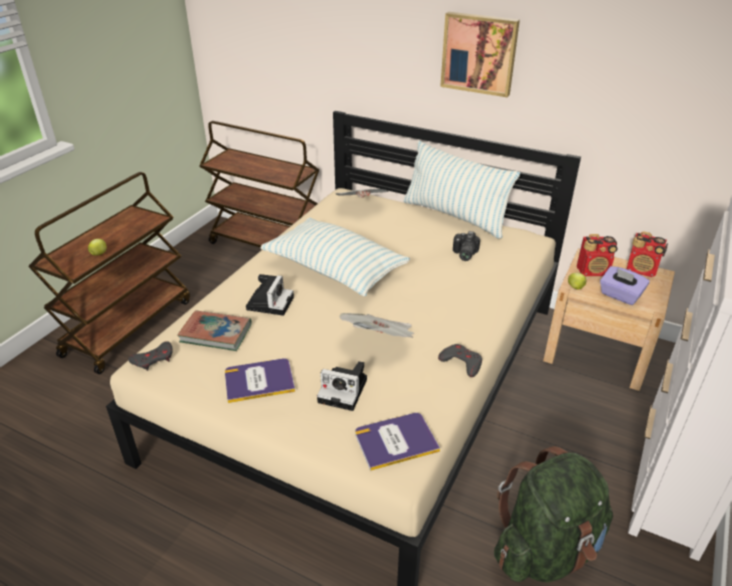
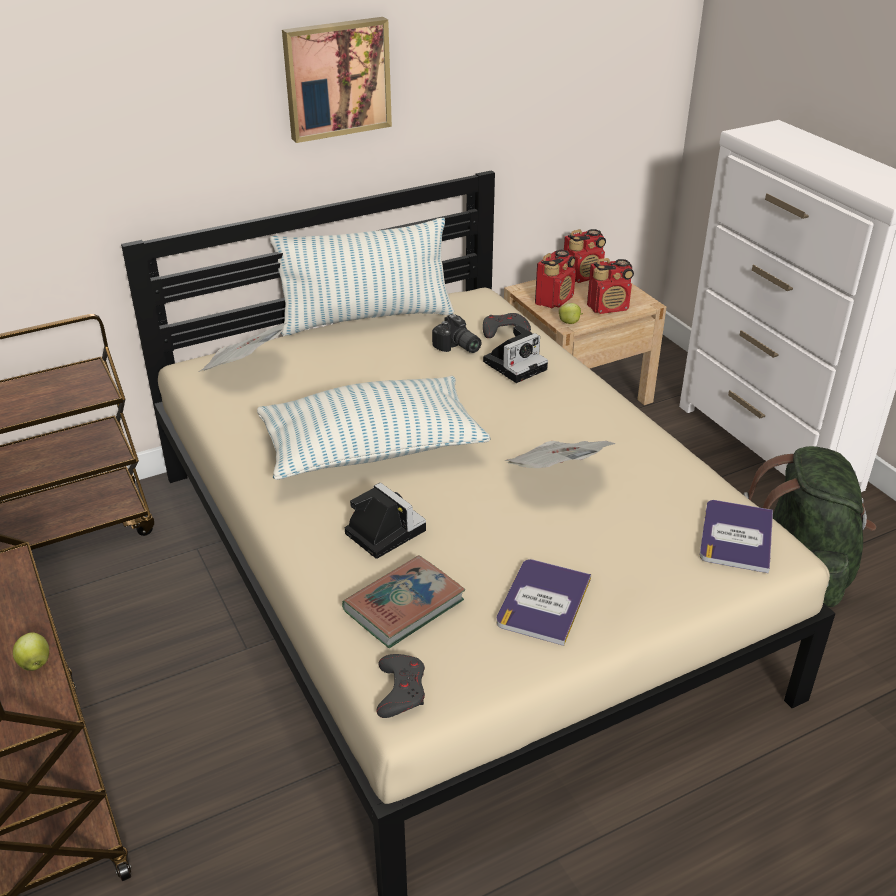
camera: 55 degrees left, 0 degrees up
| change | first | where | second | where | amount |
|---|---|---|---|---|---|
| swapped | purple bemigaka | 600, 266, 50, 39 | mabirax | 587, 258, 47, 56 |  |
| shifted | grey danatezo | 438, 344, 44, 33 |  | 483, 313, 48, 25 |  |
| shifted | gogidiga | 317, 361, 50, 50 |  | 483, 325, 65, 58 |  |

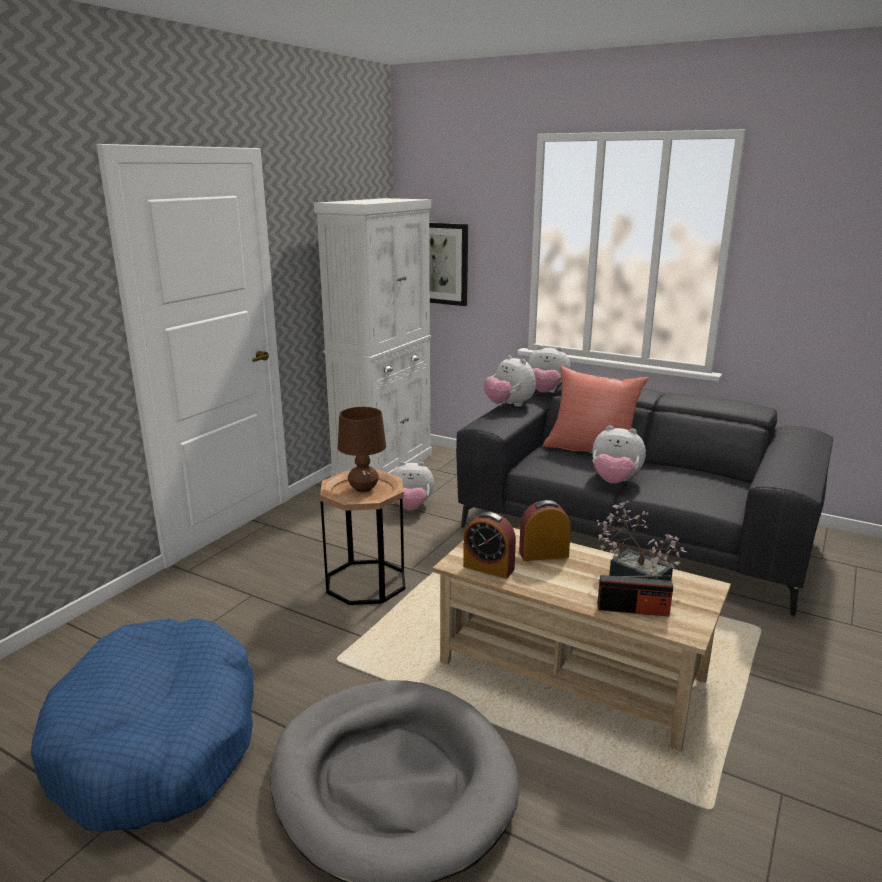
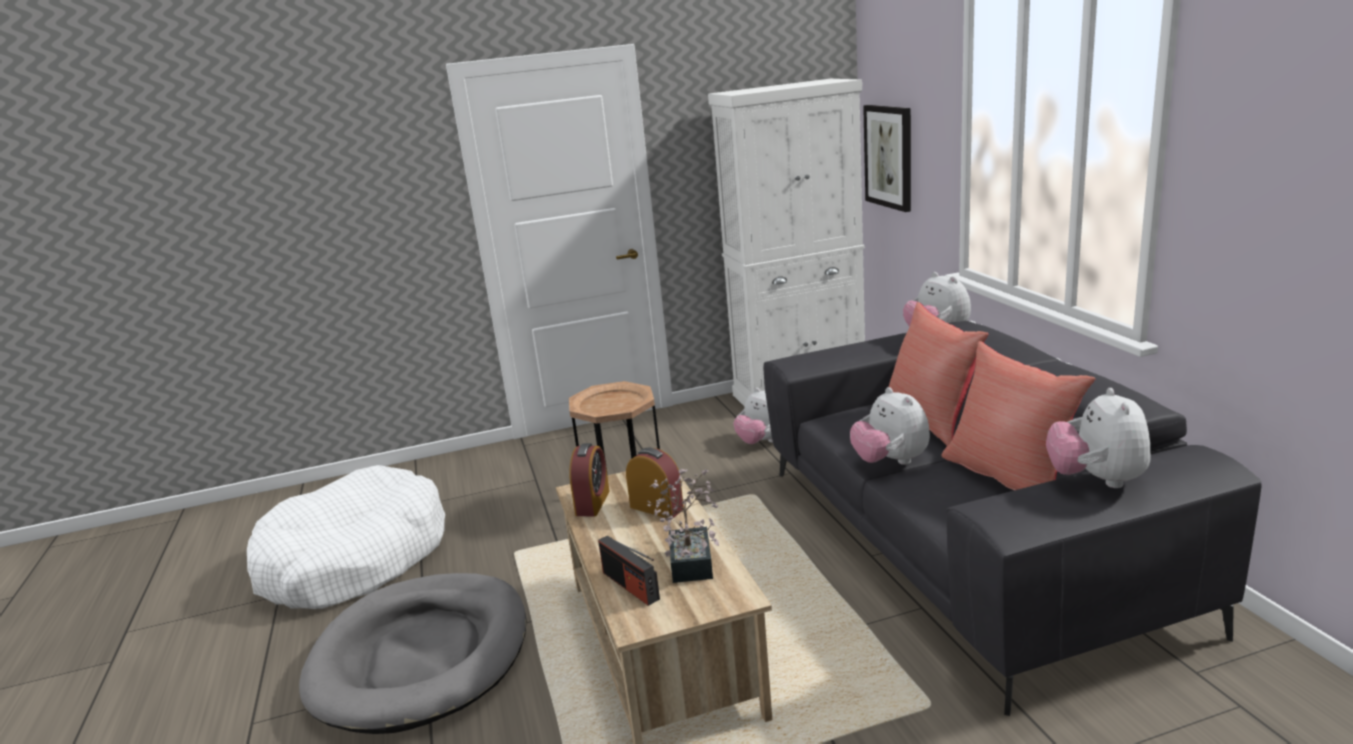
camera: 45 degrees right, 0 degrees up
| change | first | where | second | where | amount |
|---|---|---|---|---|---|
| shifted | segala | 484, 355, 52, 52 |  | 1046, 388, 105, 100 |  |
| gone | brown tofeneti | 338, 407, 48, 85 |  |  |  |
| rotated | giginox | 463, 512, 53, 67 |  | 569, 443, 41, 73 | 150 degrees counterclockwise |
| repainted | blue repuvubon | 31, 618, 223, 214 | white repuvubon | 247, 465, 198, 144 |  |
| new |  |  | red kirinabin | 942, 341, 153, 149 |  |

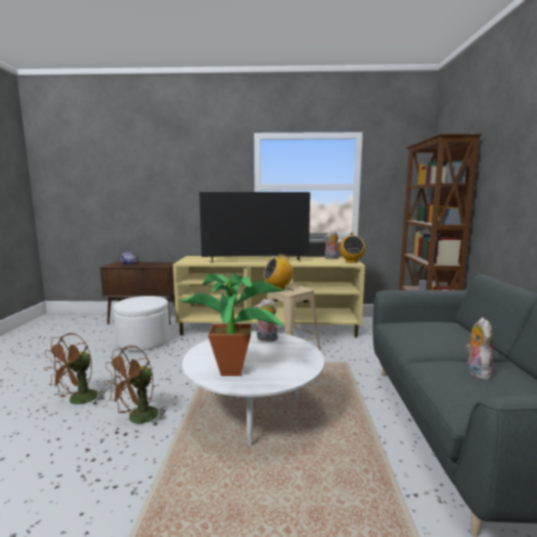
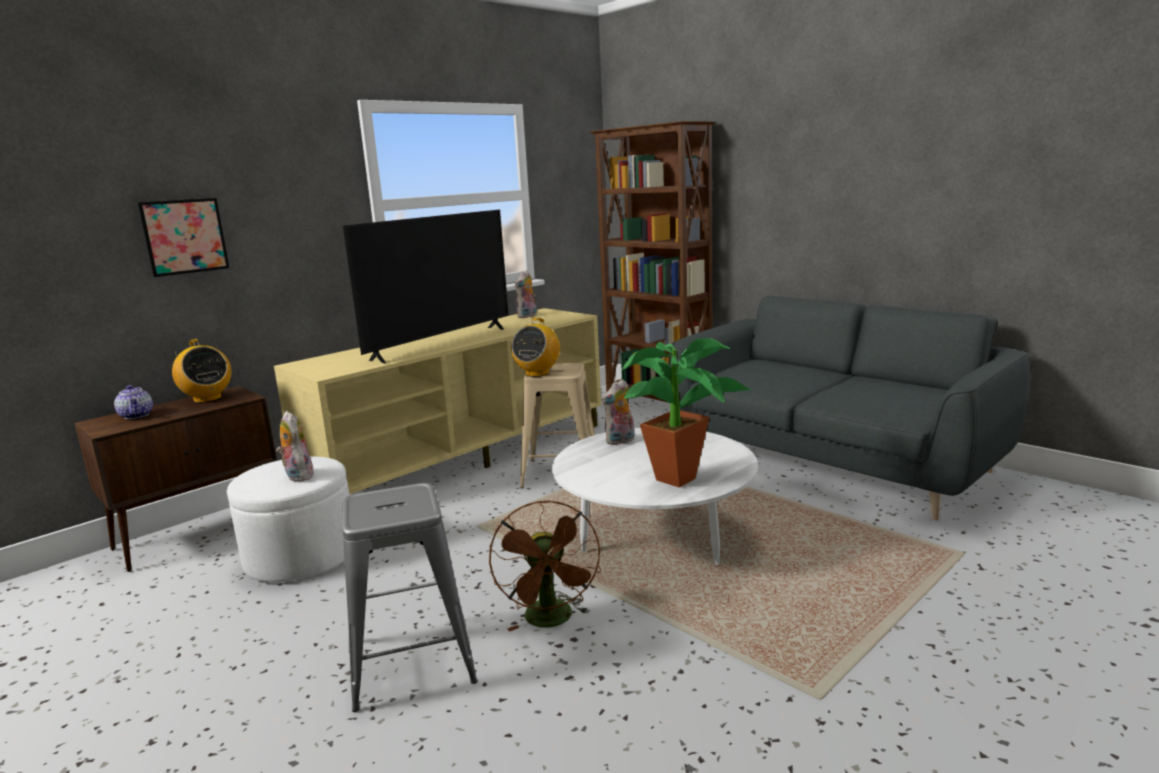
camera: 45 degrees left, 5 degrees up
| change | first | where | second | where | amount |
|---|---|---|---|---|---|
| shifted | mabirax | 339, 232, 26, 31 |  | 172, 339, 59, 64 |  |
| shifted | segala | 466, 317, 27, 63 |  | 276, 411, 38, 71 |  |
| swapped | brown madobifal | 44, 333, 63, 72 | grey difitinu | 342, 483, 135, 229 |  |
| new |  |  | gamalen | 137, 198, 92, 79 |  |

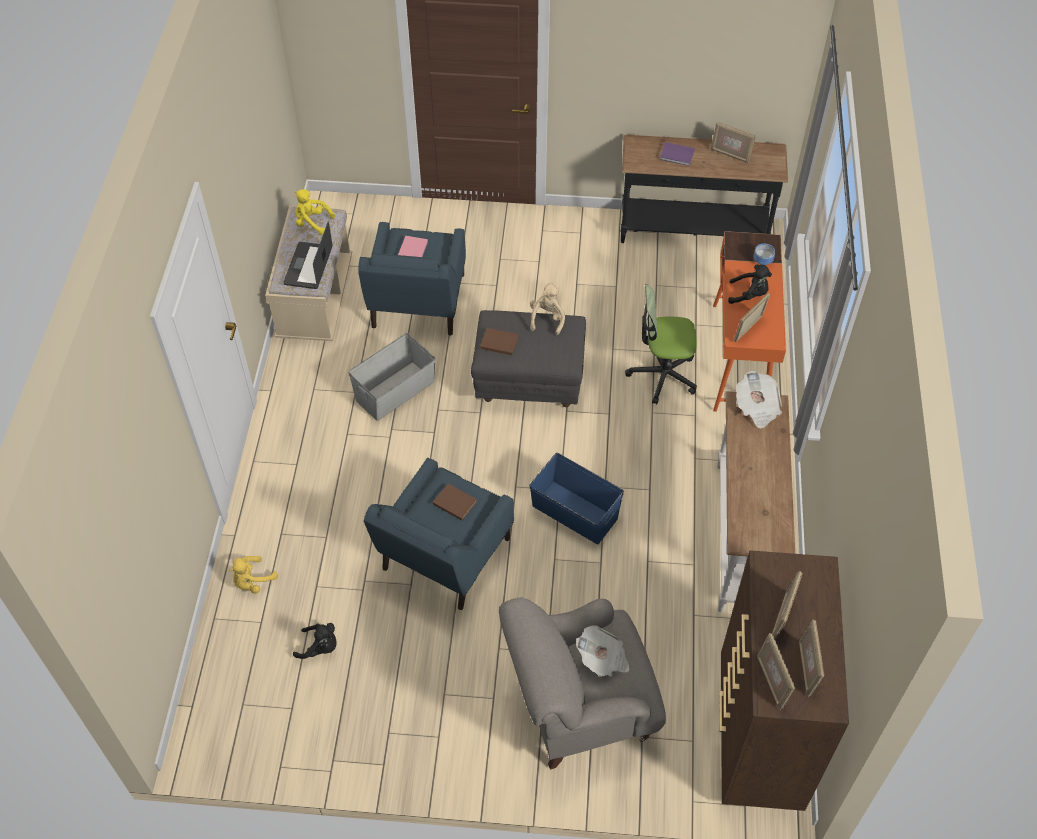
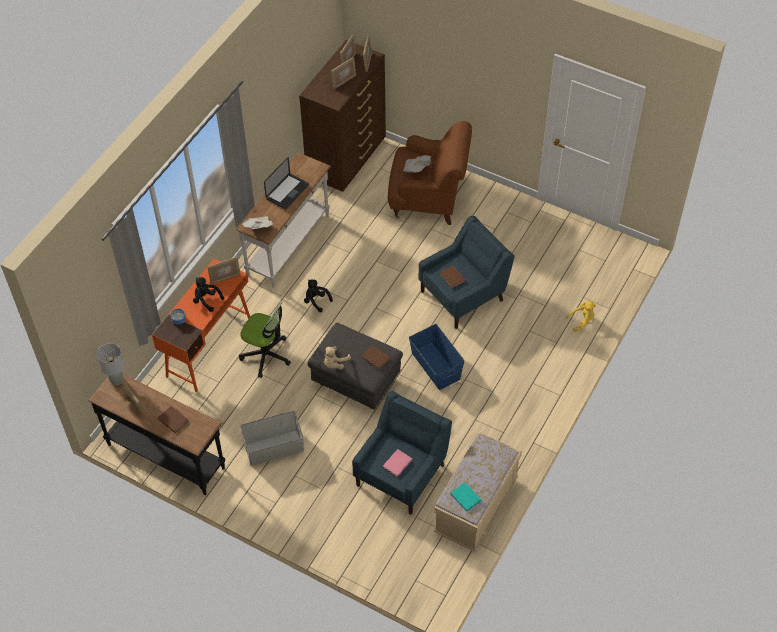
camera: 155 degrees left, 0 degrees up
| change | first | where | second | where | amount |
|---|---|---|---|---|---|
| repainted | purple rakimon | 660, 142, 35, 24 | brown rakimon | 158, 406, 30, 27 |  |
| swapped | yellow segala | 295, 189, 40, 46 | turquoise rakimon | 451, 482, 30, 29 |  |
| shifted | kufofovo | 283, 222, 50, 67 |  | 264, 157, 45, 52 |  |
| shifted | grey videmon | 348, 333, 88, 88 |  | 240, 411, 64, 55 |  |
| shifted | blue videmon | 529, 453, 95, 91 |  | 409, 324, 56, 66 |  |
| repainted | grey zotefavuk | 499, 598, 167, 171 | brown zotefavuk | 388, 121, 84, 104 |  |
| shifted | black segala | 293, 623, 44, 36 |  | 304, 279, 29, 33 |  |
| new |  |  | grey tofeneti | 96, 343, 28, 42 |  |

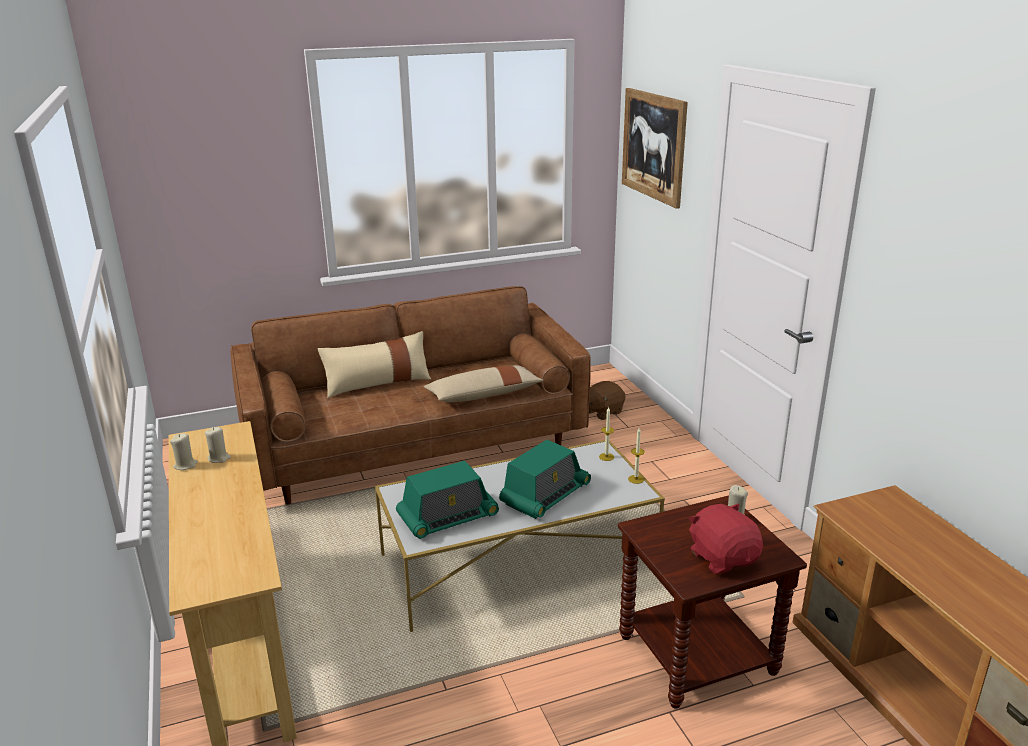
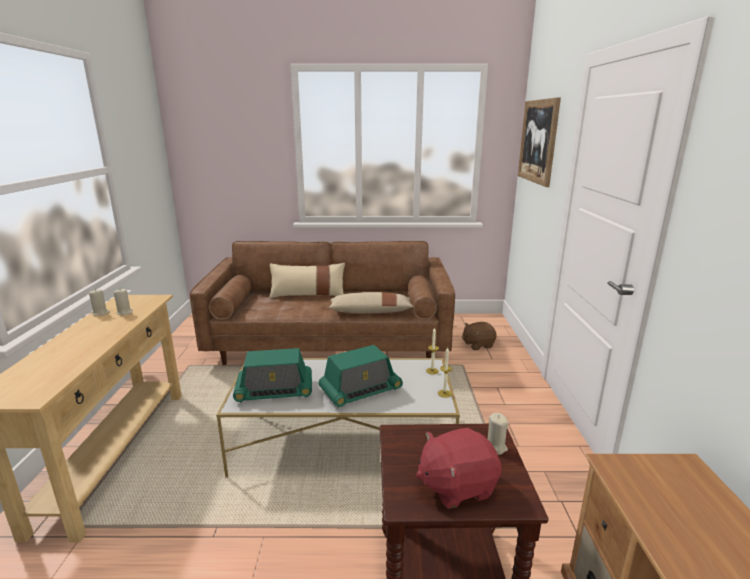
camera: 20 degrees right, 5 degrees down
| change | first | where | second | where | amount |
|---|---|---|---|---|---|
| rotated | red segala | 689, 503, 74, 71 |  | 416, 428, 86, 81 | 105 degrees counterclockwise |

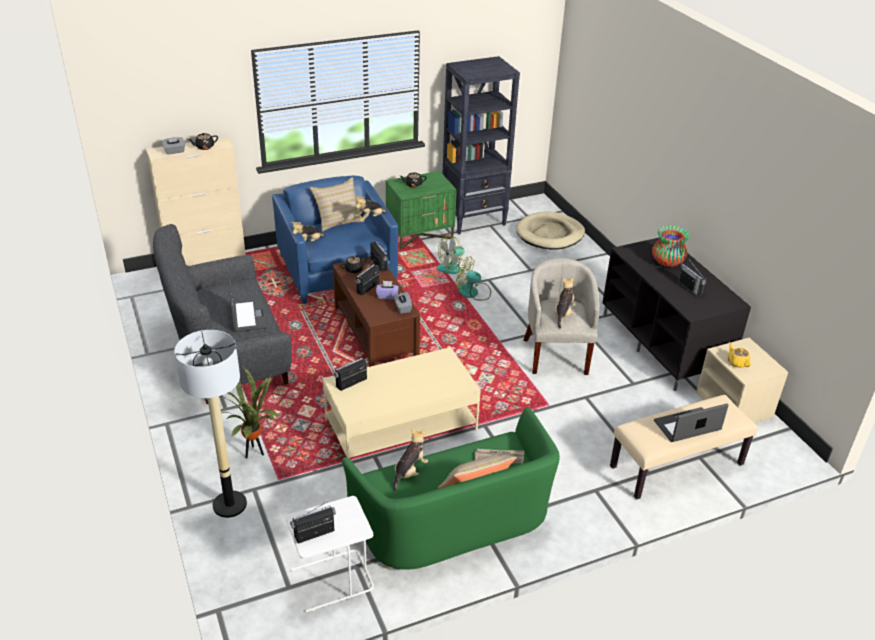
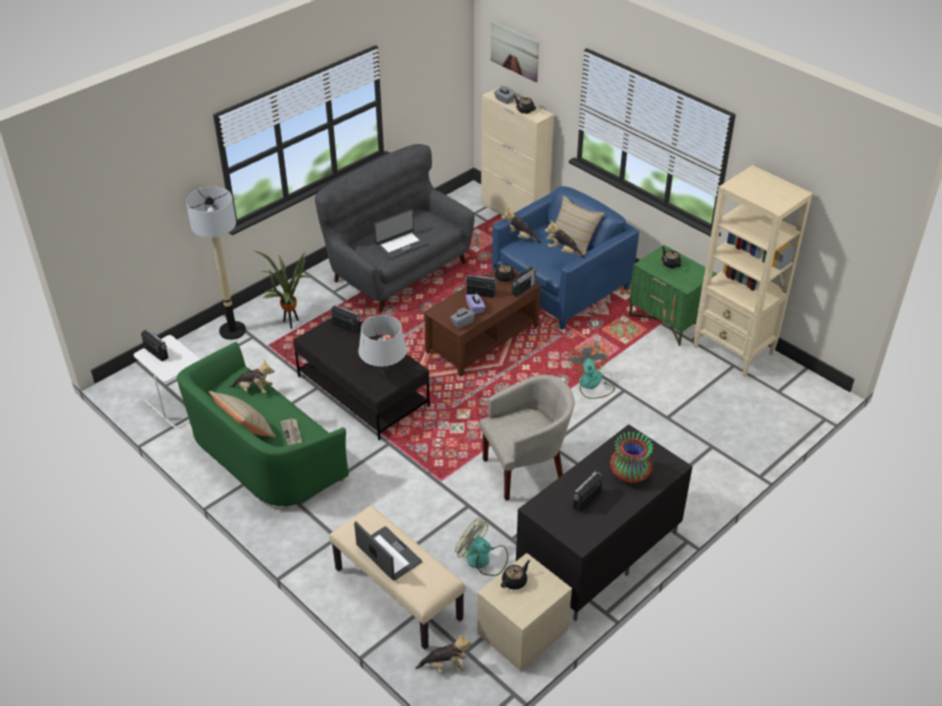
camera: 70 degrees right, 5 degrees up
| change | first | where | second | where | amount |
|---|---|---|---|---|---|
| repainted | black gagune | 443, 56, 77, 179 | beige gagune | 693, 165, 120, 212 |  |
| gone | beige repuvubon | 516, 211, 69, 39 |  |  |  |
| shifted | madobifal | 436, 235, 35, 39 |  | 455, 518, 53, 58 |  |
| shifted | segala | 554, 277, 22, 52 |  | 416, 633, 56, 41 |  |
| repainted | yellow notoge | 728, 342, 23, 26 | black notoge | 501, 560, 29, 30 |  |
| repainted | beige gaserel | 323, 347, 158, 111 | black gaserel | 293, 318, 137, 122 |  |
| new |  |  | gamalen | 491, 21, 48, 61 |  |
| new |  |  | grey tofeneti | 358, 315, 49, 59 |  |

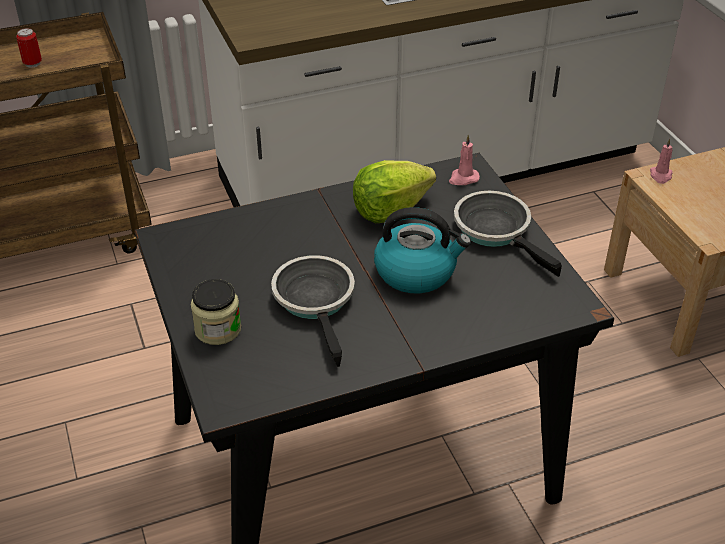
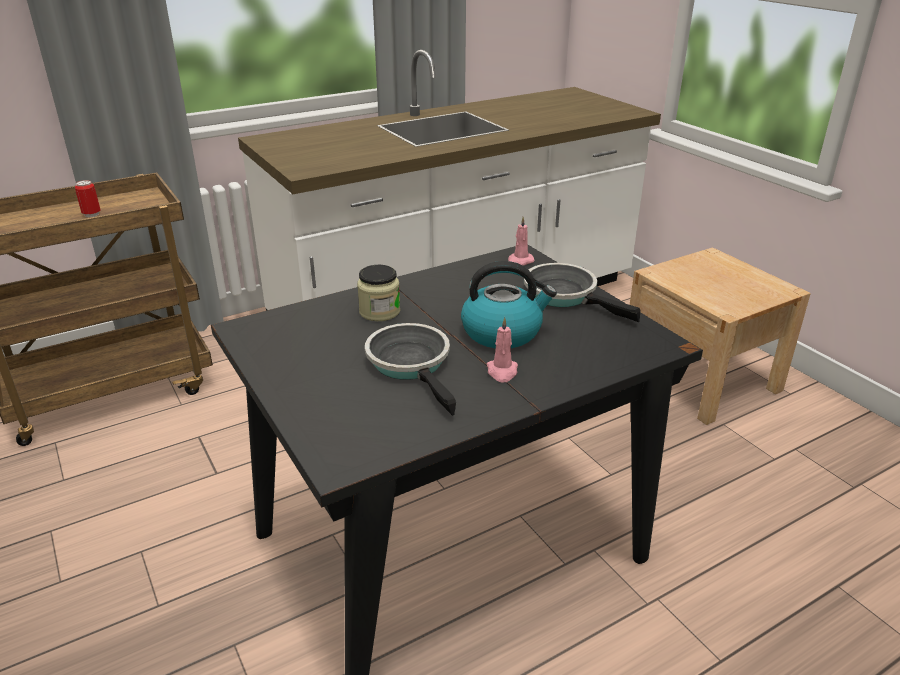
camera: 10 degrees left, 10 degrees down
| change | first | where | second | where | amount |
|---|---|---|---|---|---|
| shifted | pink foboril | 650, 139, 23, 45 |  | 487, 317, 31, 66 |  |
| gone | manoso | 353, 160, 83, 63 |  |  |  |
| shifted | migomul | 190, 279, 51, 66 |  | 357, 265, 43, 56 |  |

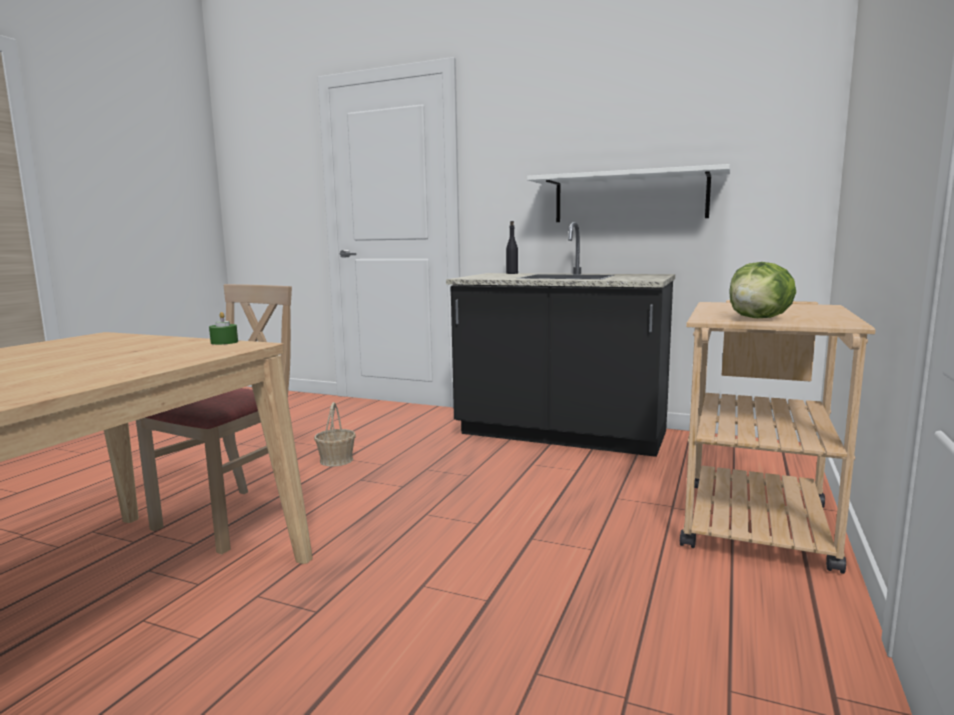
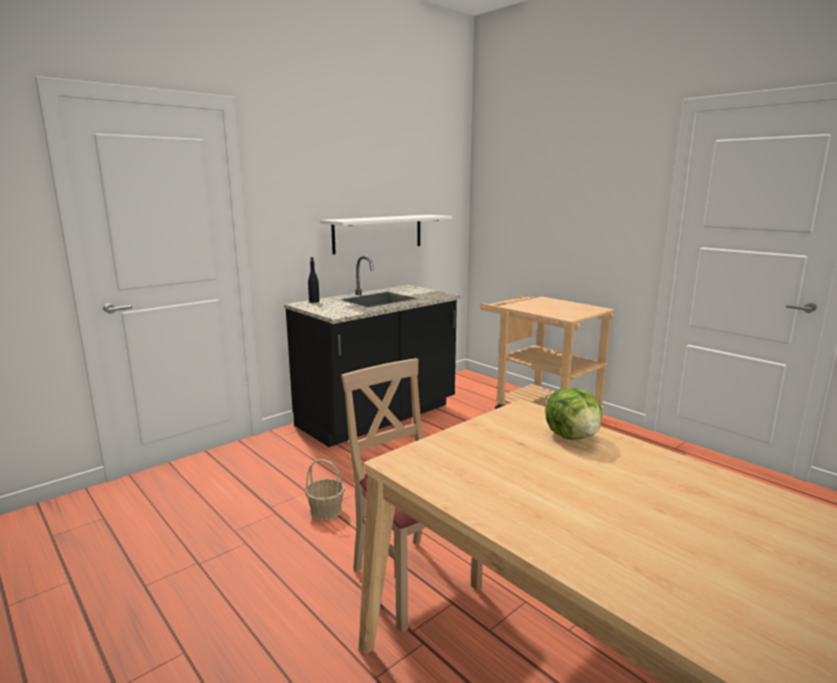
camera: 65 degrees left, 5 degrees up
| change | first | where | second | where | amount |
|---|---|---|---|---|---|
| shifted | manoso | 729, 262, 67, 56 |  | 545, 388, 57, 51 |  |
| gone | green foboril | 209, 312, 29, 33 |  |  |  |

